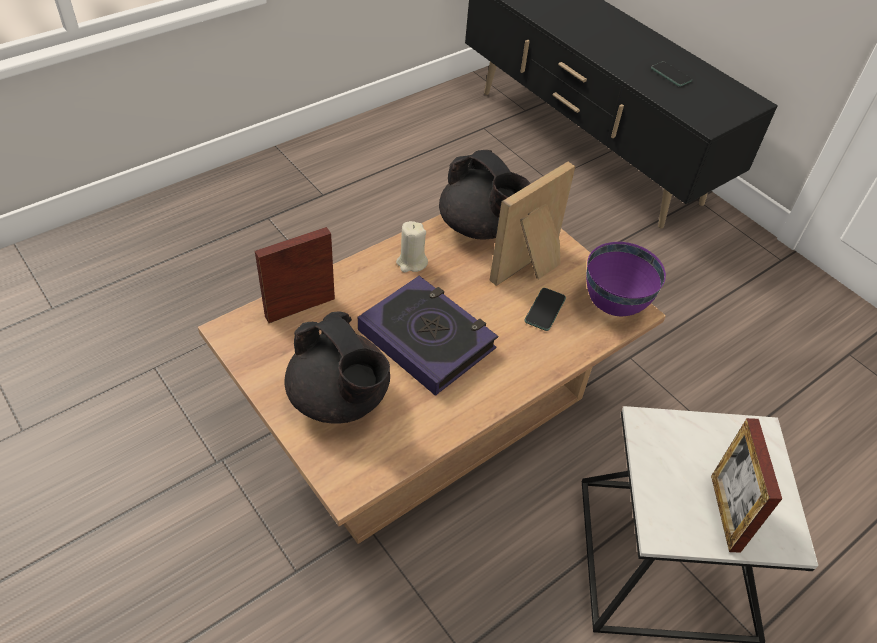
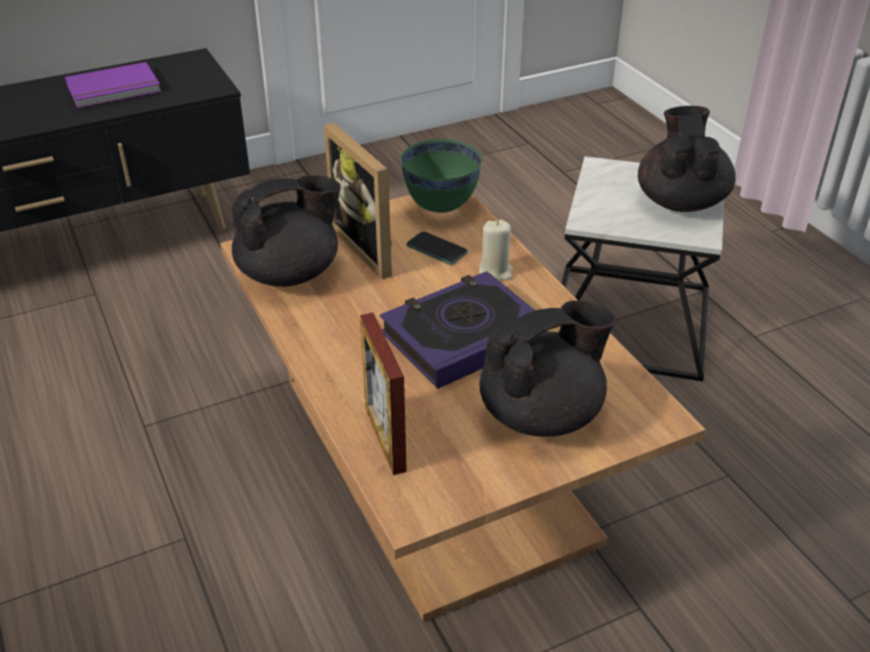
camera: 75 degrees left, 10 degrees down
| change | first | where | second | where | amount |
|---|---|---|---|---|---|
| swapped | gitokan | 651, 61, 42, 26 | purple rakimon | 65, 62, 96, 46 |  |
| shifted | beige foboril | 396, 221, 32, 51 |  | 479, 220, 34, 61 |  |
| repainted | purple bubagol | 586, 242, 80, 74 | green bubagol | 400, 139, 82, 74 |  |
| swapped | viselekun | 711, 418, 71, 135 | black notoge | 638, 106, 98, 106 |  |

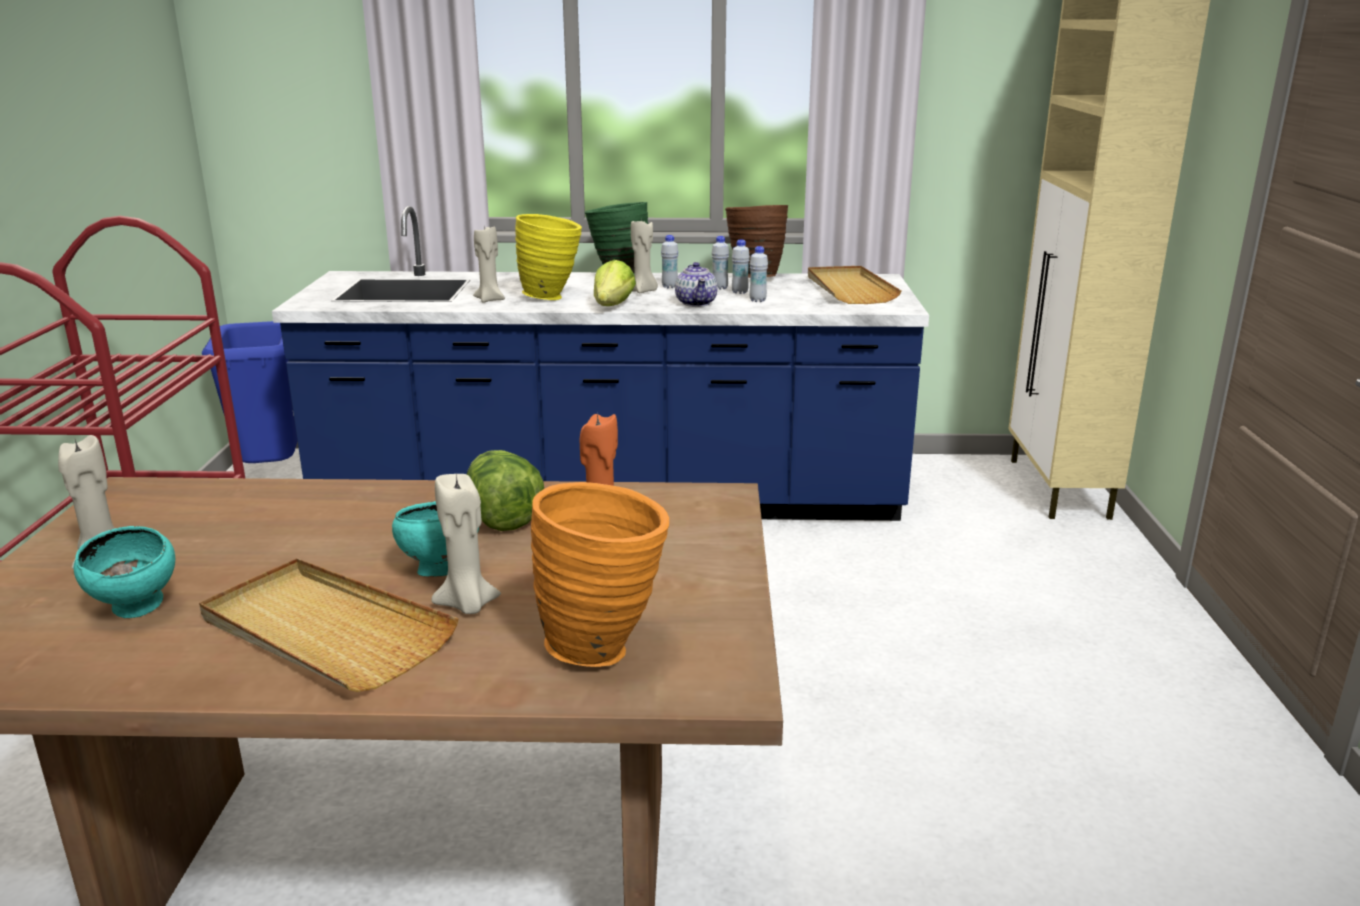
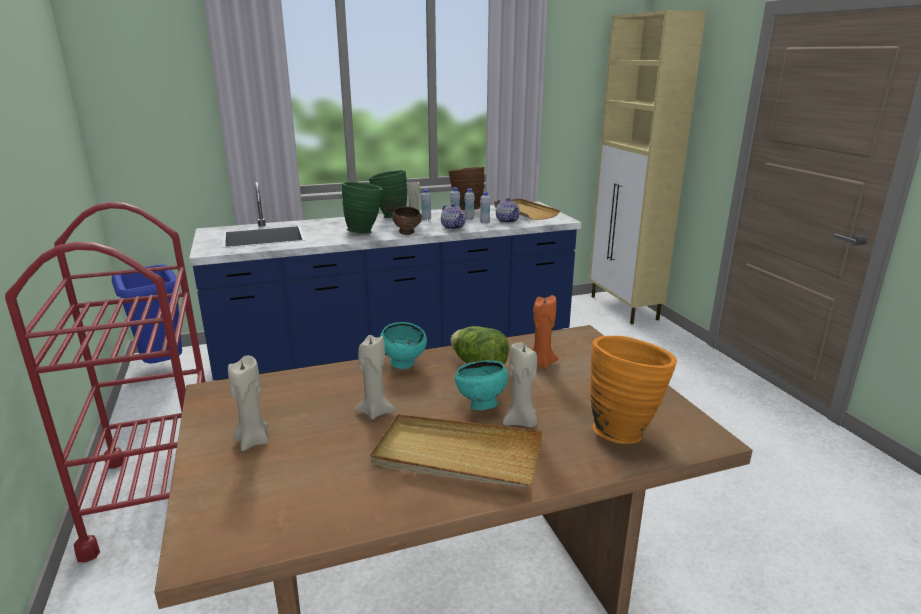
camera: 20 degrees left, 0 degrees up
| change | first | where | second | where | amount |
|---|---|---|---|---|---|
| repainted | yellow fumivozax | 515, 214, 67, 86 | green fumivozax | 342, 182, 41, 52 |  |
| shifted | beige foboril | 473, 225, 32, 78 |  | 355, 335, 41, 85 |  |
| swapped | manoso | 594, 260, 42, 46 | brown bubagol | 392, 207, 30, 28 |  |
| shifted | turquoise bubagol | 73, 526, 102, 92 |  | 380, 322, 47, 47 |  |
| new |  |  | notoge | 496, 198, 24, 25 |  |

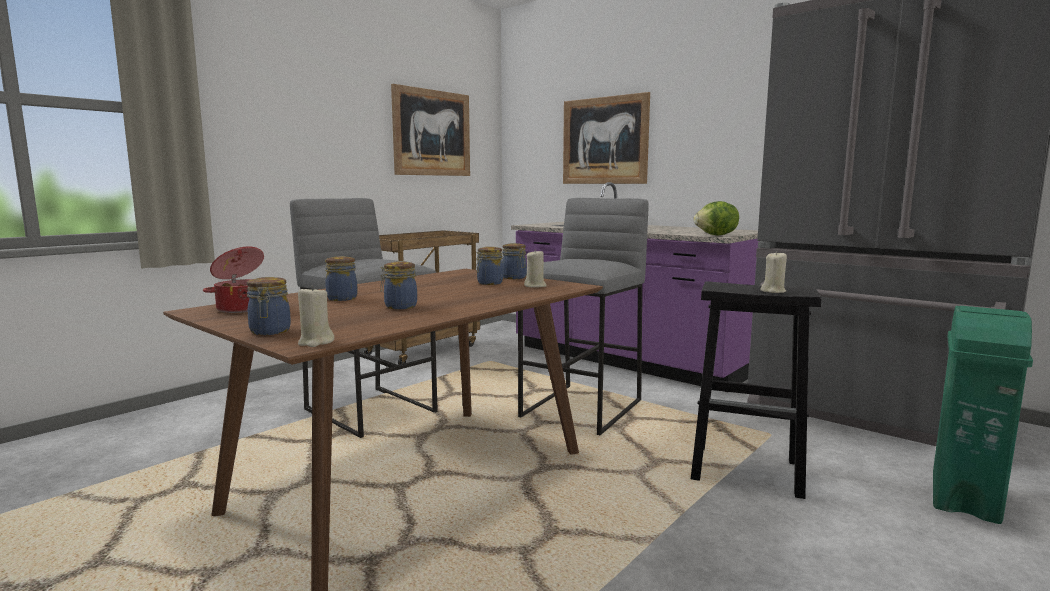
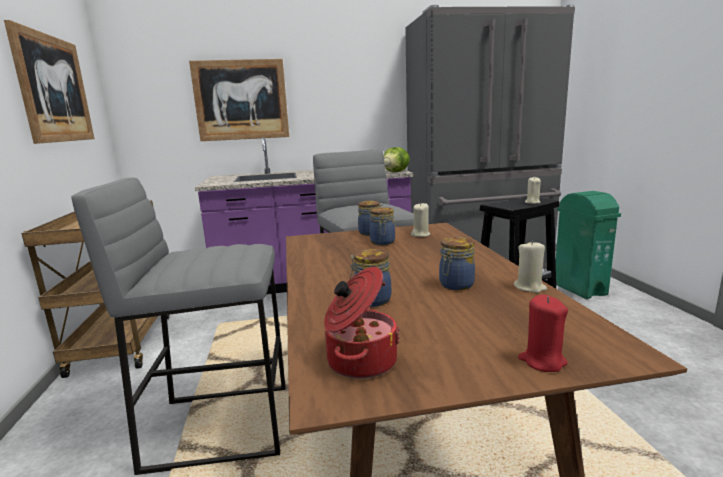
camera: 50 degrees left, 5 degrees up
| change | first | where | second | where | amount |
|---|---|---|---|---|---|
| swapped | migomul | 247, 277, 44, 58 | red foboril | 518, 295, 50, 77 |  |
| shifted | beige foboril | 298, 285, 36, 62 |  | 514, 240, 33, 53 |  |

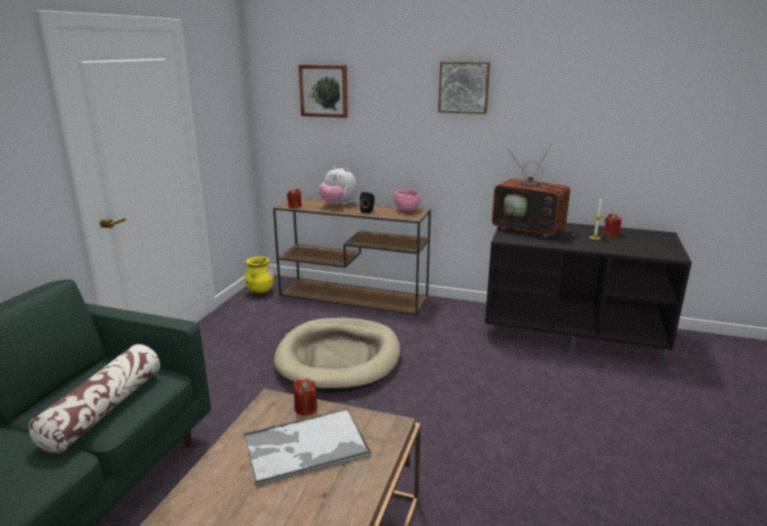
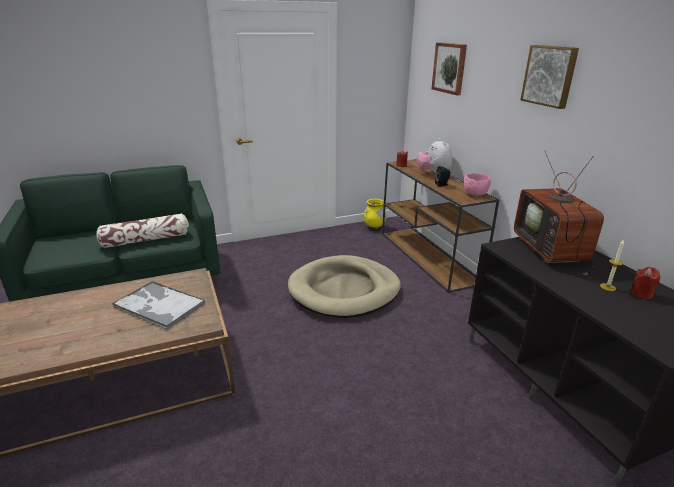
camera: 50 degrees right, 5 degrees up
| change | first | where | second | where | amount |
|---|---|---|---|---|---|
| gone | red foboril | 293, 379, 24, 37 |  |  |  |

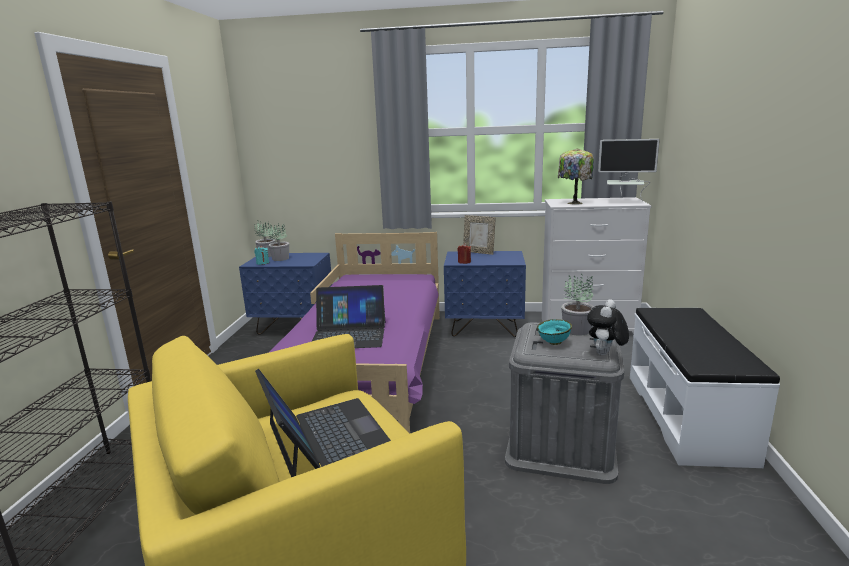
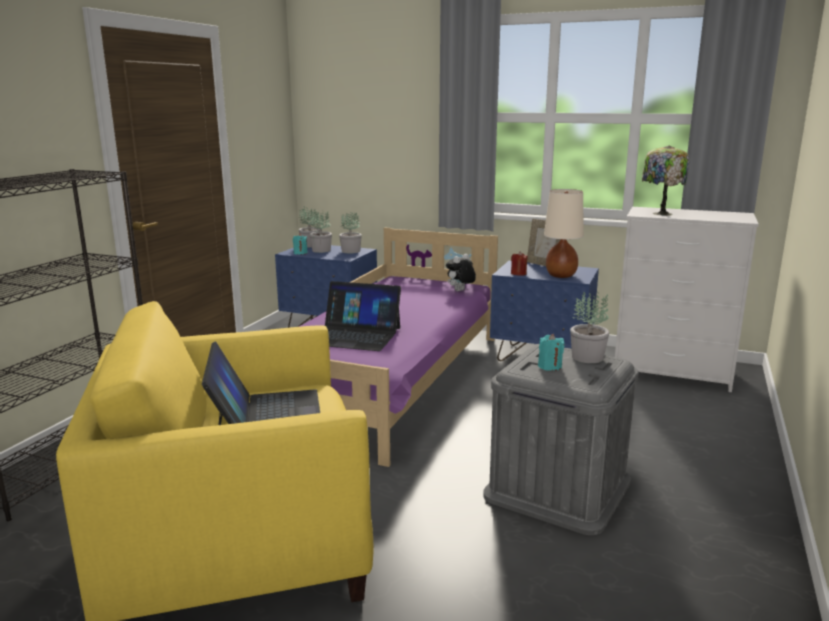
camera: 15 degrees right, 0 degrees up
| change | first | where | second | where | amount |
|---|---|---|---|---|---|
| gone | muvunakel | 598, 139, 62, 62 |  |  |  |
| shifted | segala | 587, 300, 42, 55 |  | 446, 254, 30, 37 |  |
| gone | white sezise | 630, 308, 150, 160 |  |  |  |
| swapped | turquoise bubagol | 537, 319, 35, 26 | turquoise foboril | 538, 334, 27, 37 |  |
| new |  |  | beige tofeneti | 544, 189, 40, 89 |  |
| new |  |  | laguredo | 339, 212, 23, 41 |  |

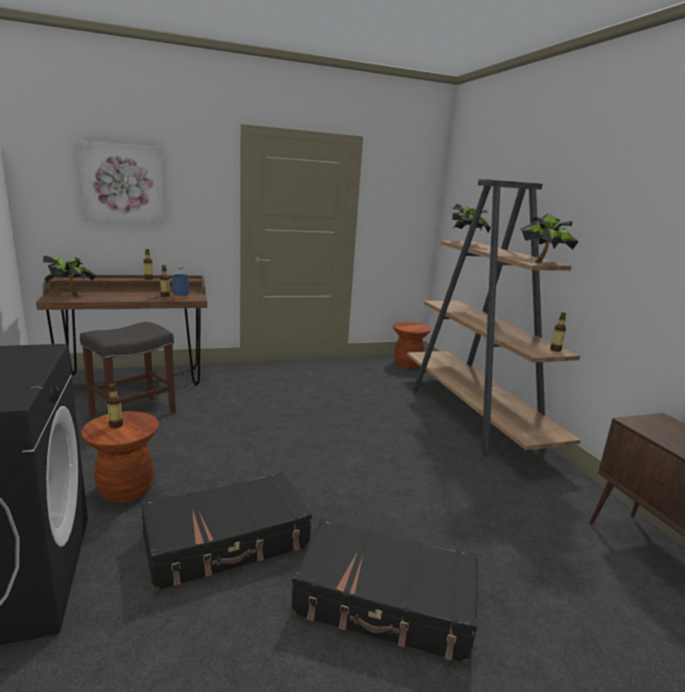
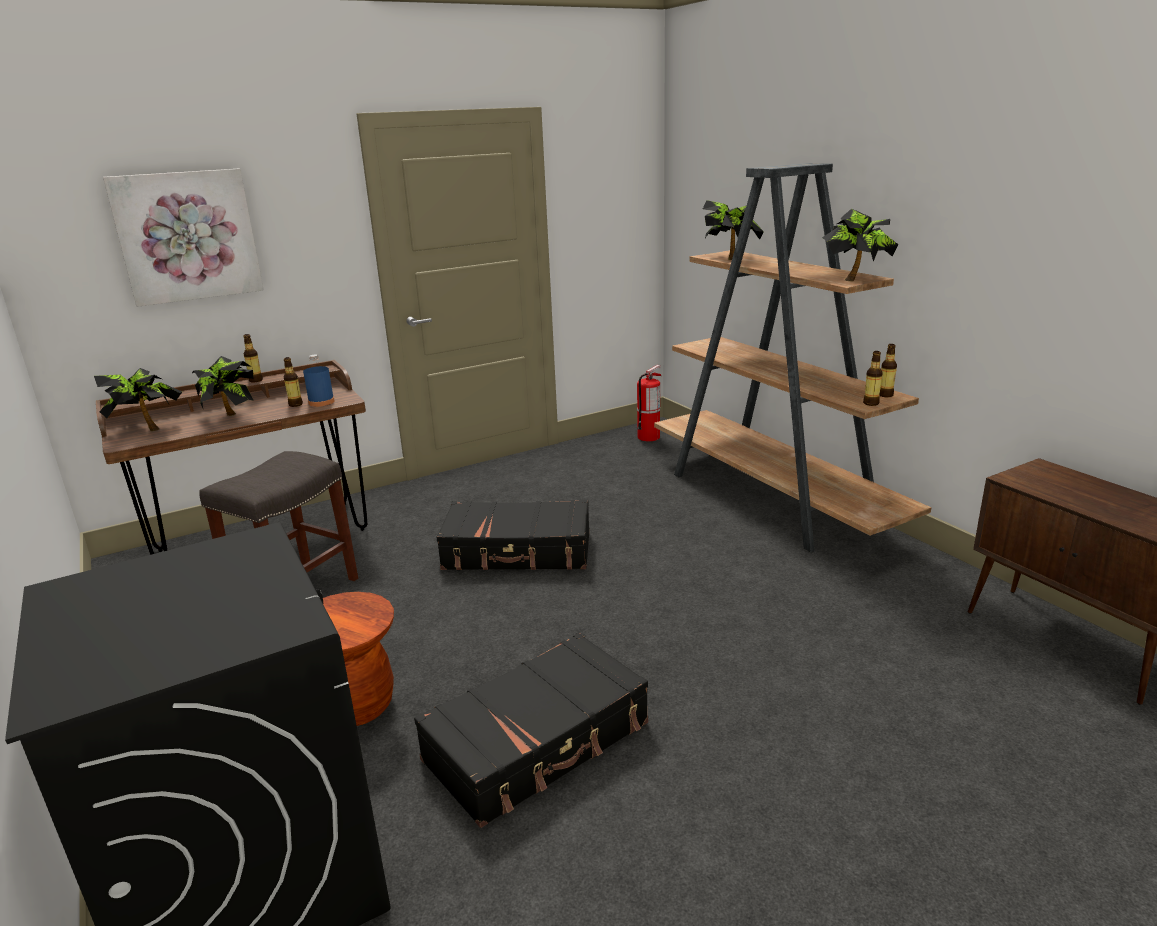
camera: 10 degrees left, 5 degrees up
| change | first | where | second | where | amount |
|---|---|---|---|---|---|
| swapped | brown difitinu | 393, 322, 38, 46 | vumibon | 637, 365, 24, 76 |  |
| shifted | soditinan | 107, 382, 16, 46 |  | 863, 351, 20, 55 |  |
| shifted | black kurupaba | 291, 519, 187, 146 |  | 437, 500, 153, 70 |  |
| new |  |  | laguredo | 192, 356, 62, 60 |  |

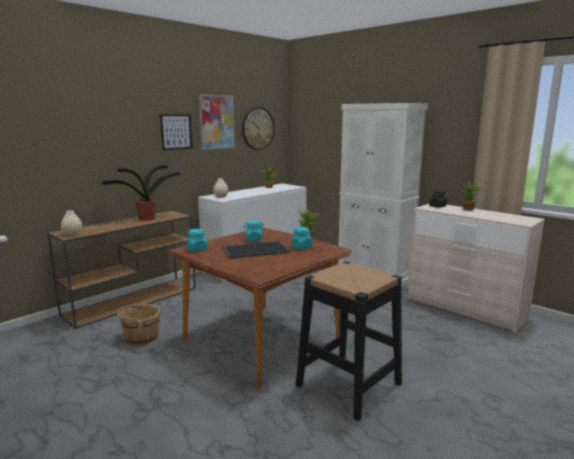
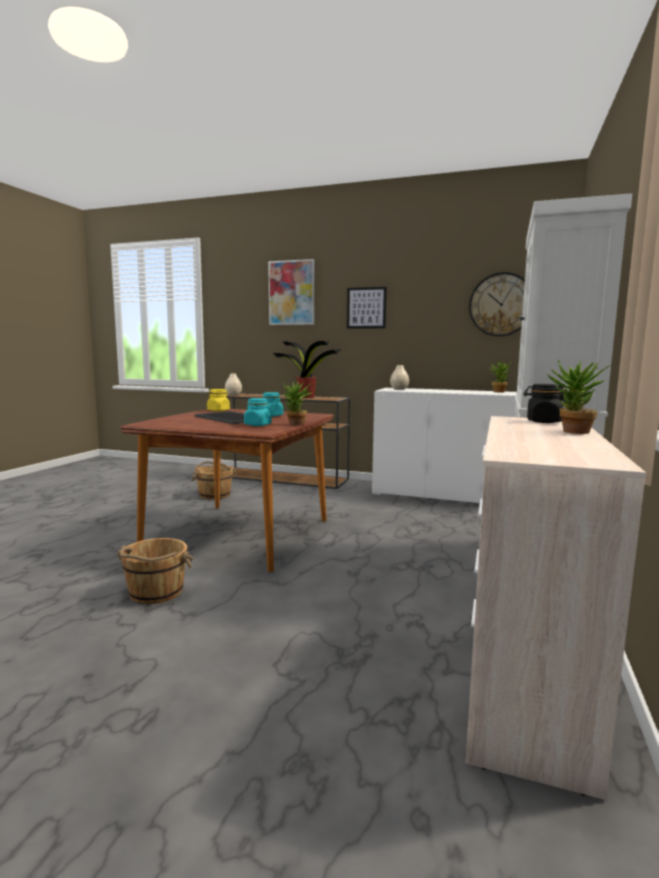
camera: 65 degrees right, 5 degrees down
| change | first | where | second | where | amount |
|---|---|---|---|---|---|
| shifted | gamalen | 198, 94, 37, 56 |  | 268, 259, 47, 66 |  |
| repainted | turquoise migomul | 186, 229, 22, 23 | yellow migomul | 207, 389, 23, 22 |  |
| swapped | black difitinu | 296, 261, 106, 160 | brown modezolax | 117, 538, 76, 66 |  |

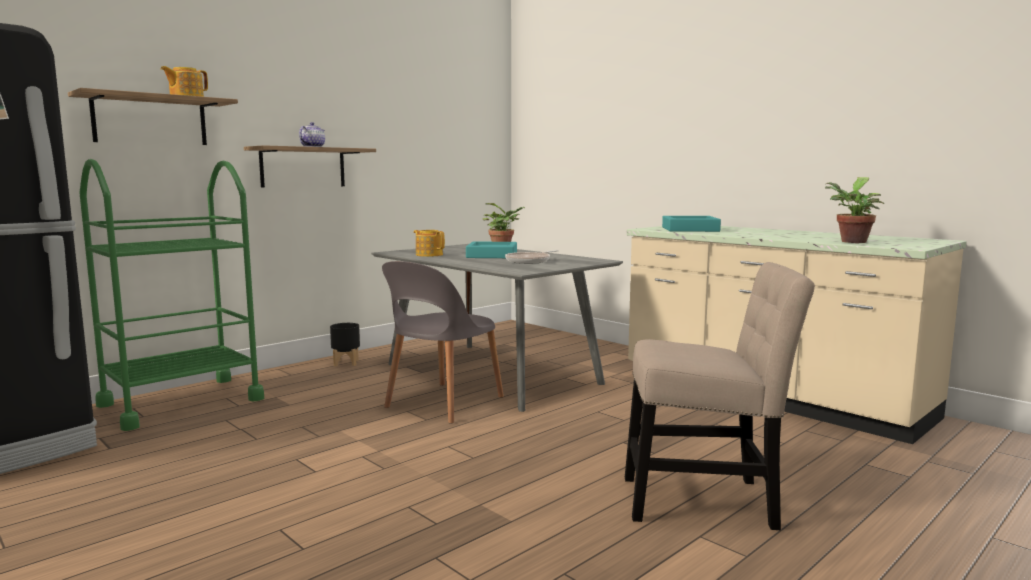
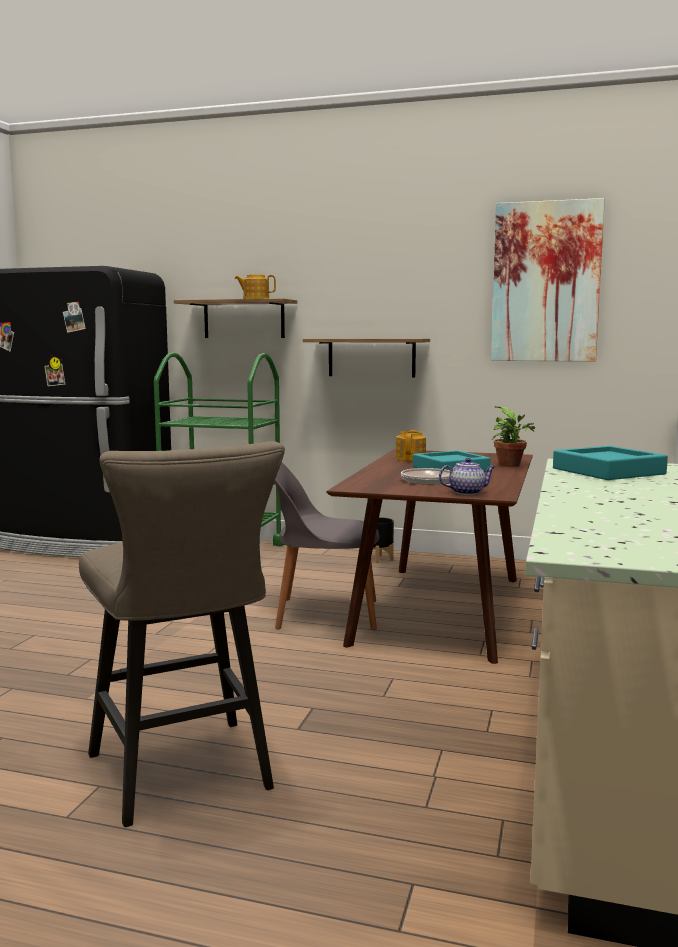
camera: 60 degrees right, 0 degrees up
| change | first | where | second | where | amount |
|---|---|---|---|---|---|
| shifted | notoge | 299, 122, 26, 25 |  | 439, 458, 57, 37 |  |
| gone | laguredo | 825, 177, 60, 66 |  |  |  |
| repainted | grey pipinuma | 371, 244, 252, 168 | brown pipinuma | 326, 449, 207, 215 |  |
| swapped | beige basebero | 625, 262, 190, 268 | beige difitinu | 79, 441, 206, 386 |  |
| new |  |  | gamalen | 491, 198, 114, 164 |  |

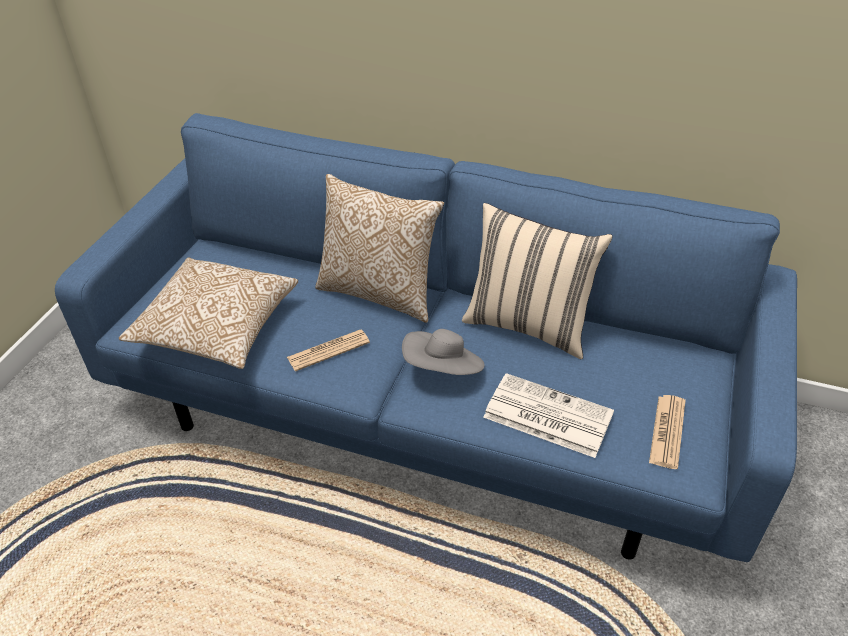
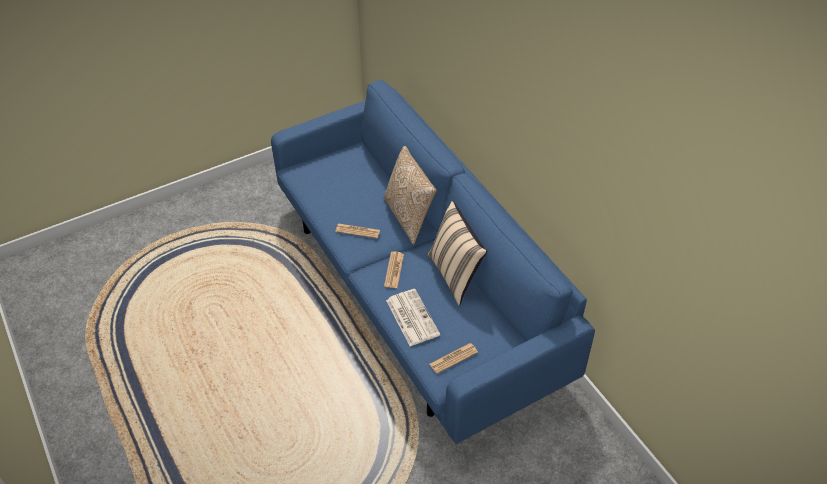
camera: 40 degrees right, 5 degrees up
| change | first | where | second | where | amount |
|---|---|---|---|---|---|
| gone | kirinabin | 119, 257, 179, 112 |  |  |  |
| swapped | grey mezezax | 402, 329, 83, 46 | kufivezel | 384, 252, 20, 36 |  |

